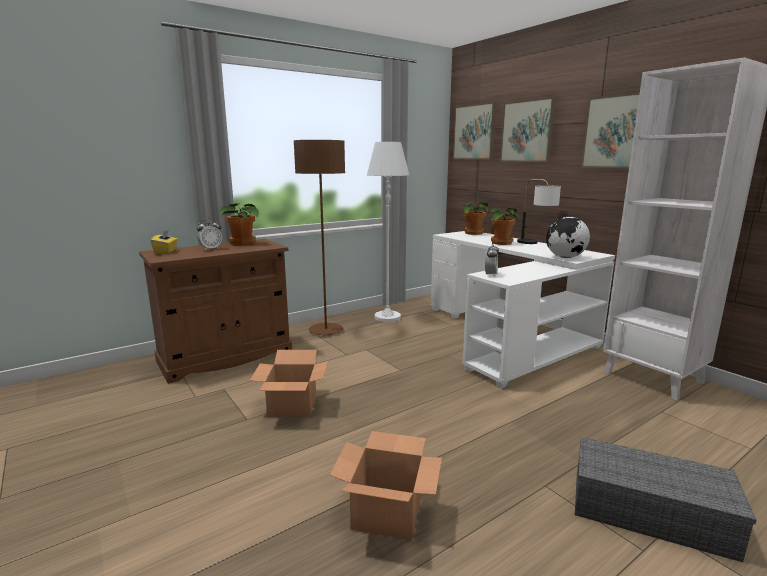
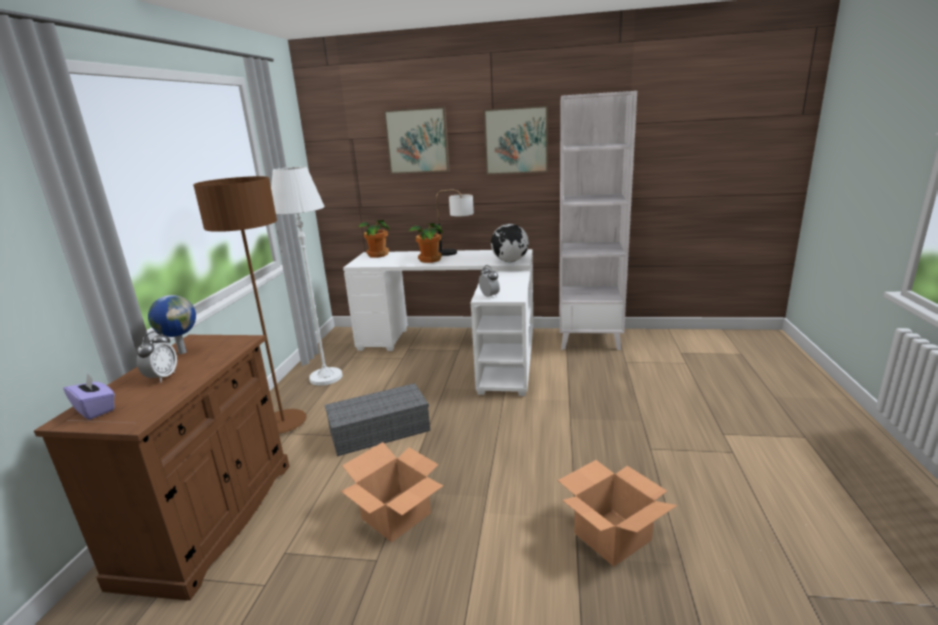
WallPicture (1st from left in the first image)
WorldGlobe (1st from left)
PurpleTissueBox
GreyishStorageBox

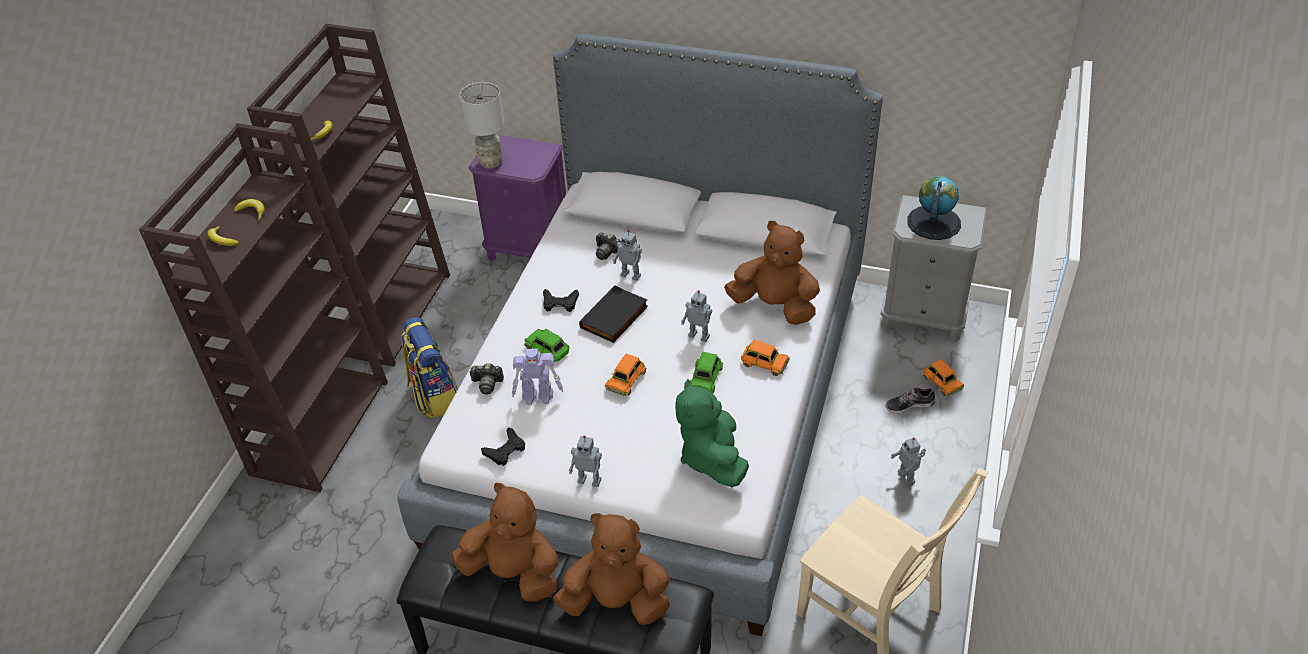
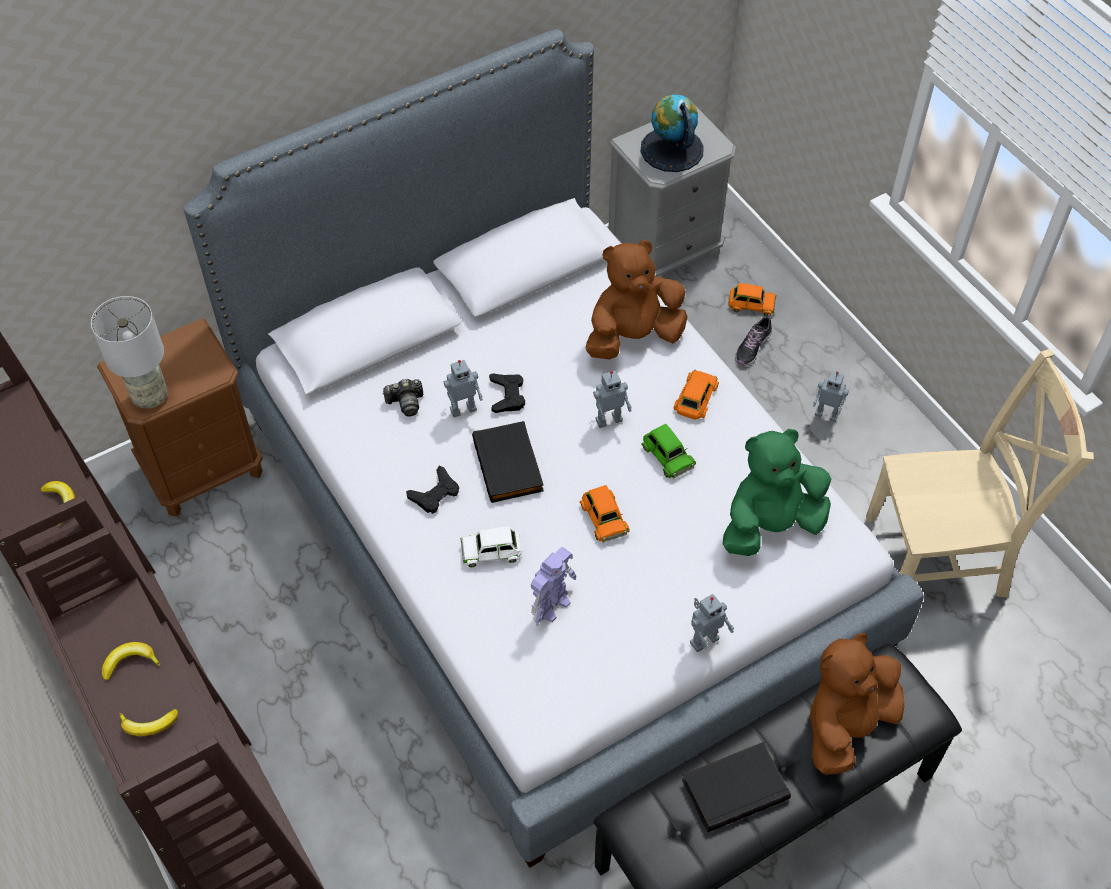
BrownNightstand
Knapsack
WhitishMiniatureCar
OrangeMiniatureCar (2nd from left)
PhotoCamera (1st from left in the first image)
GreenPlushToy
BlackGameController (2nd from left)
BlackVolume (2nd from left)

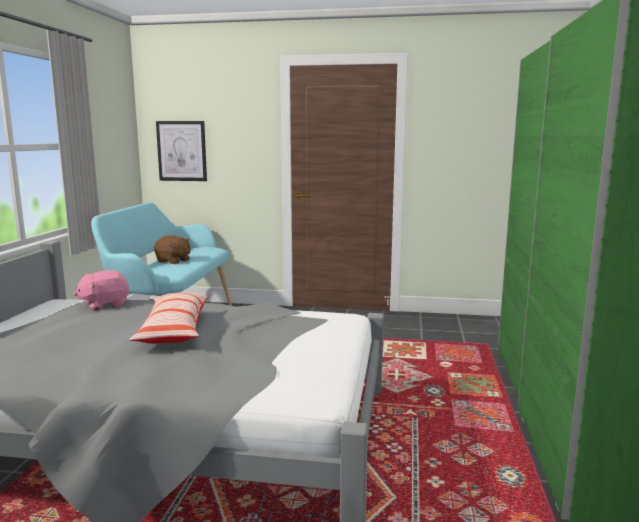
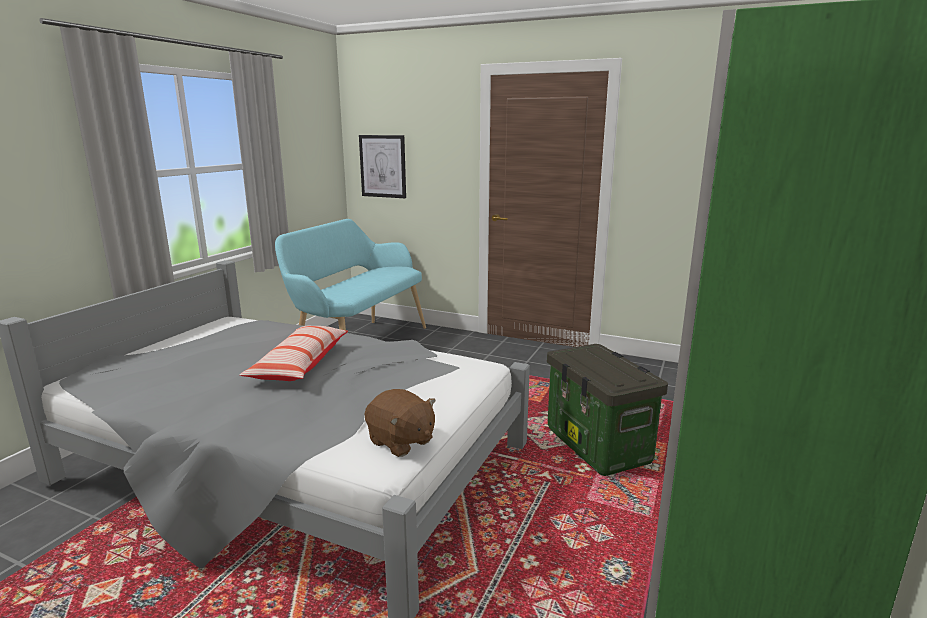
BrownPlushToy
PinkPlushToy
StorageBox

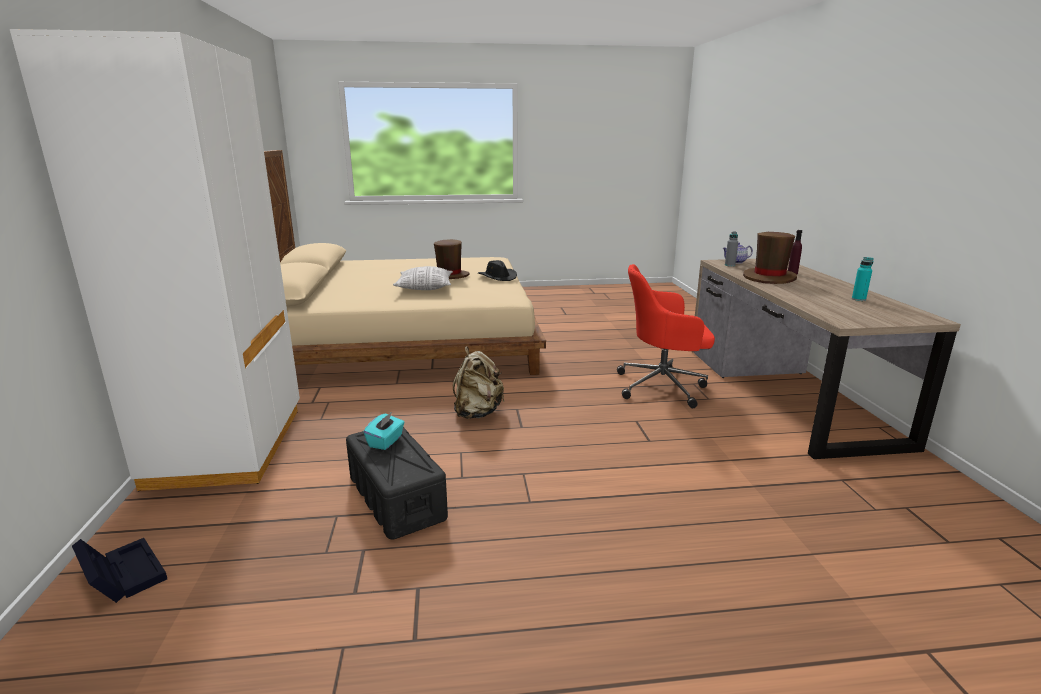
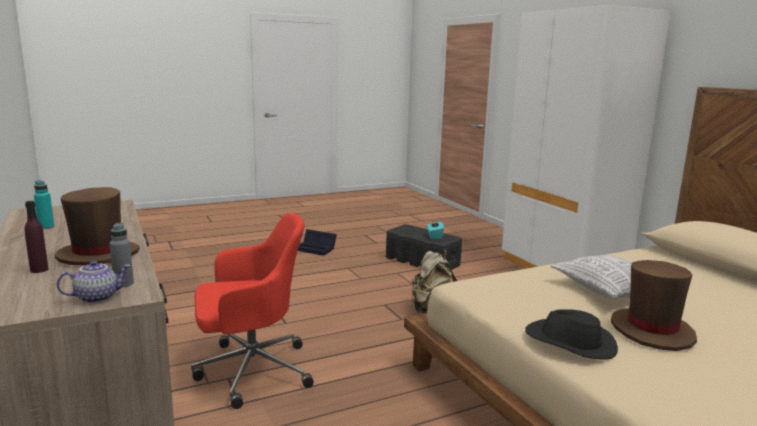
BlackStorageBox (1st from left)

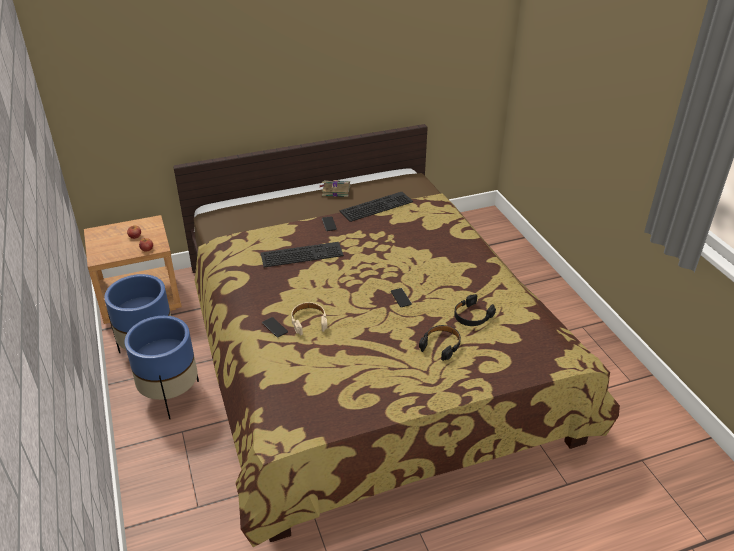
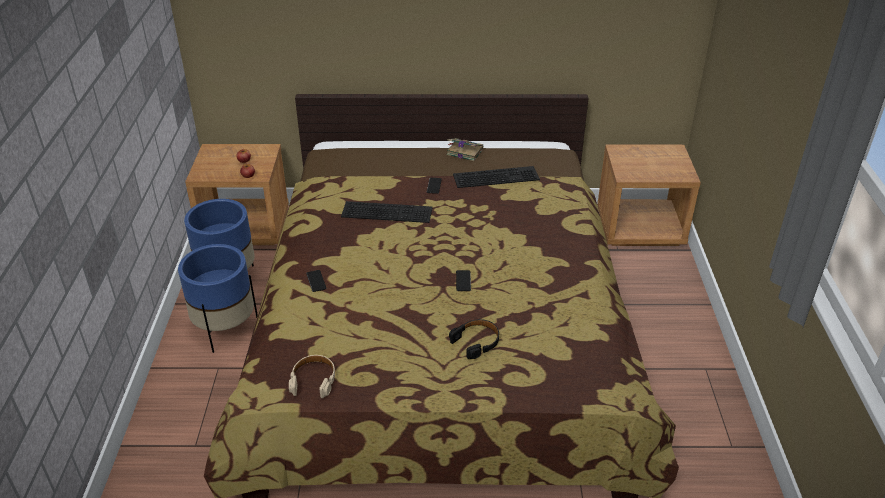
BlackPairOfHeadphones (2nd from left in the first image)
BeigePairOfHeadphones
BrownNightstand (2nd from left)

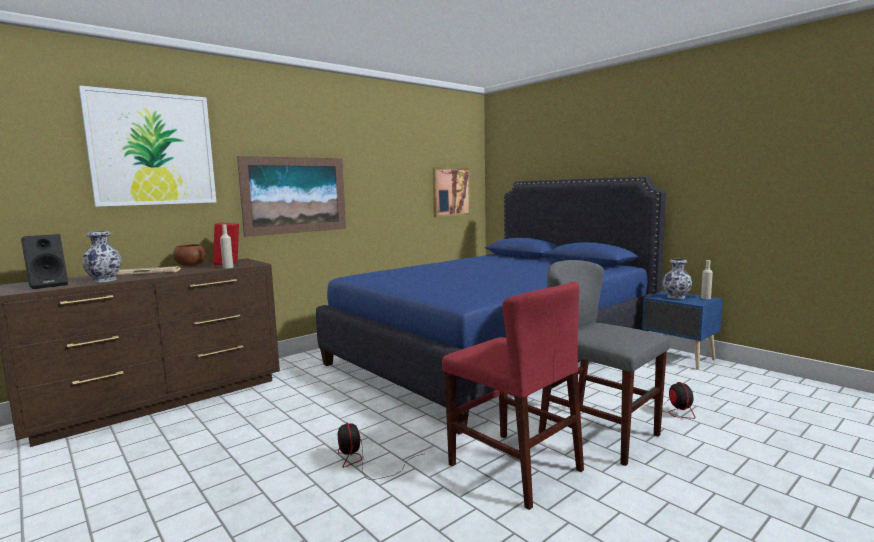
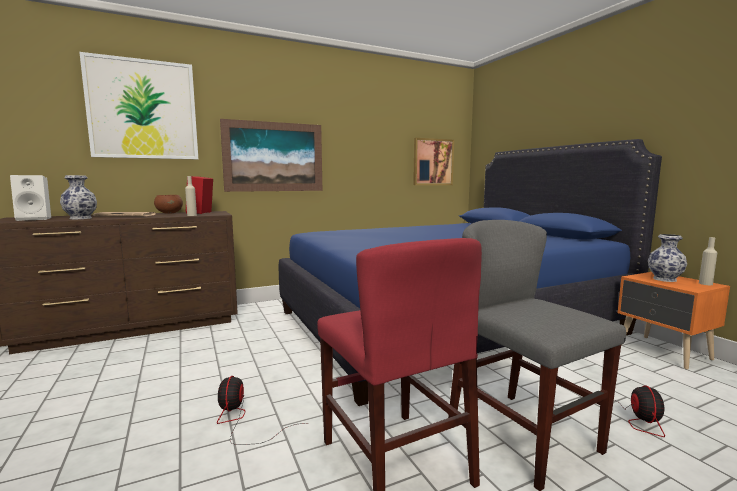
WhitishAudioSpeaker
OrangeNightstand

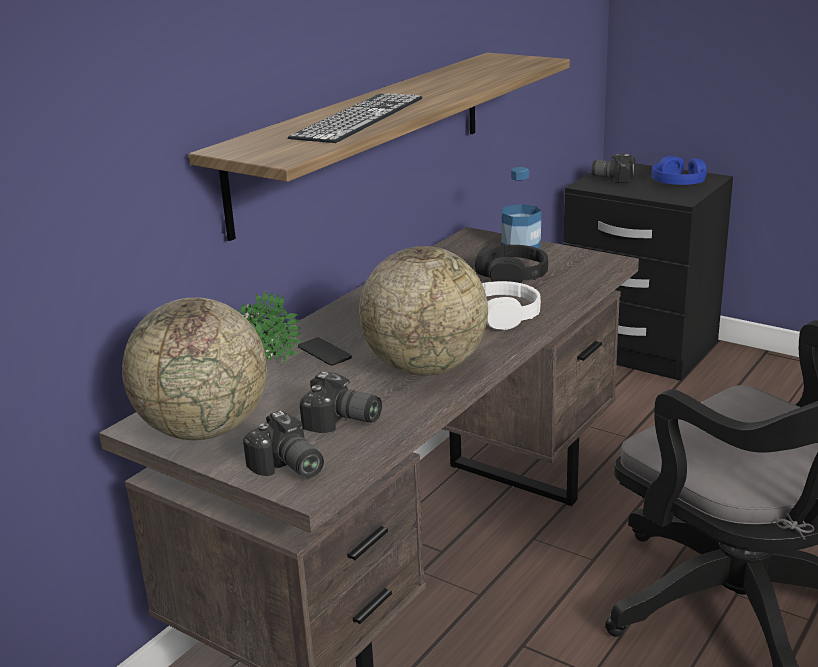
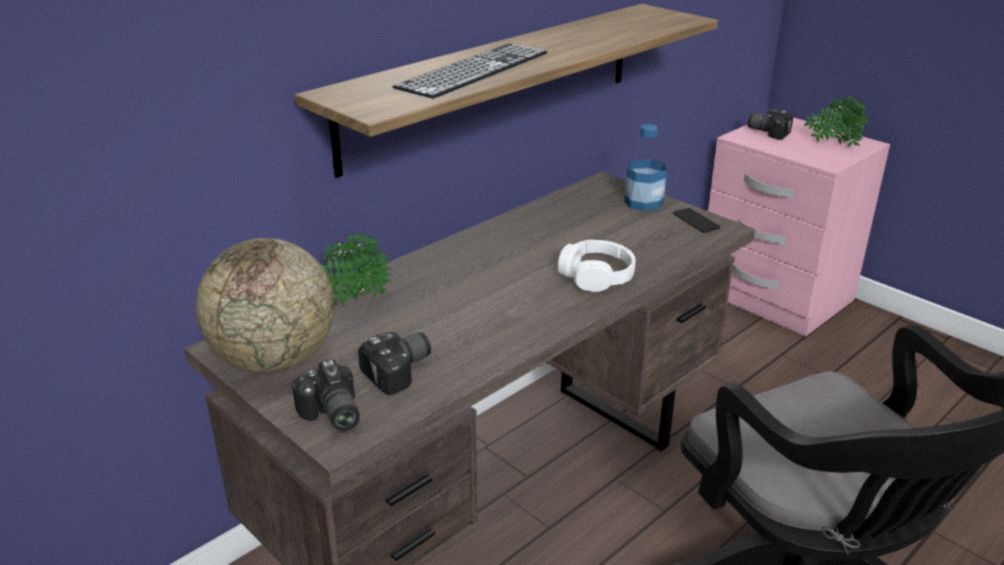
PottedPlant (2nd from left)
PinkNightstand
BlackPairOfHeadphones
WorldGlobe (2nd from left in the first image)
Telephone
PhotoCamera (2nd from left)

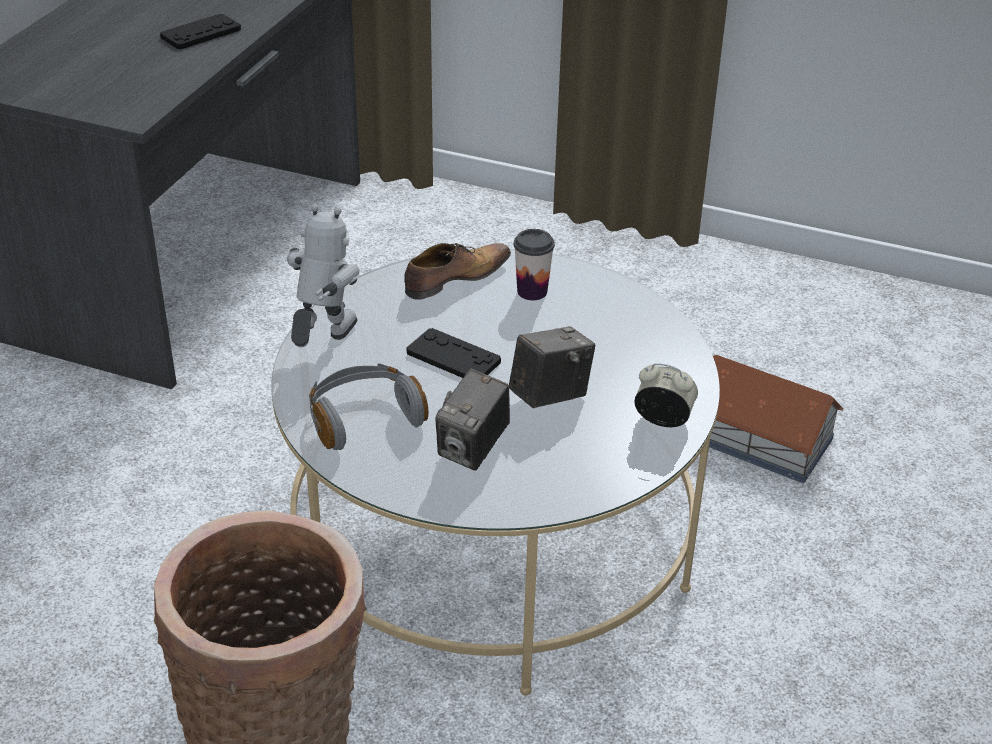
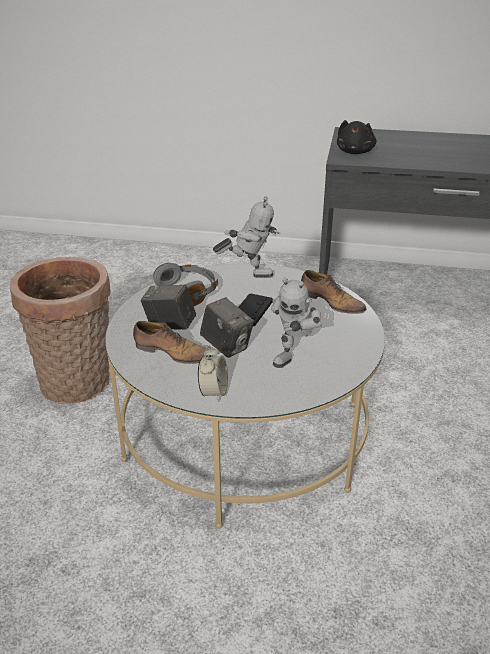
BlackGameController (1st from left in the first image)
Cup
ModelHouse
BlackPlushToy
ToyRobot (2nd from left)
Shoe (1st from left)

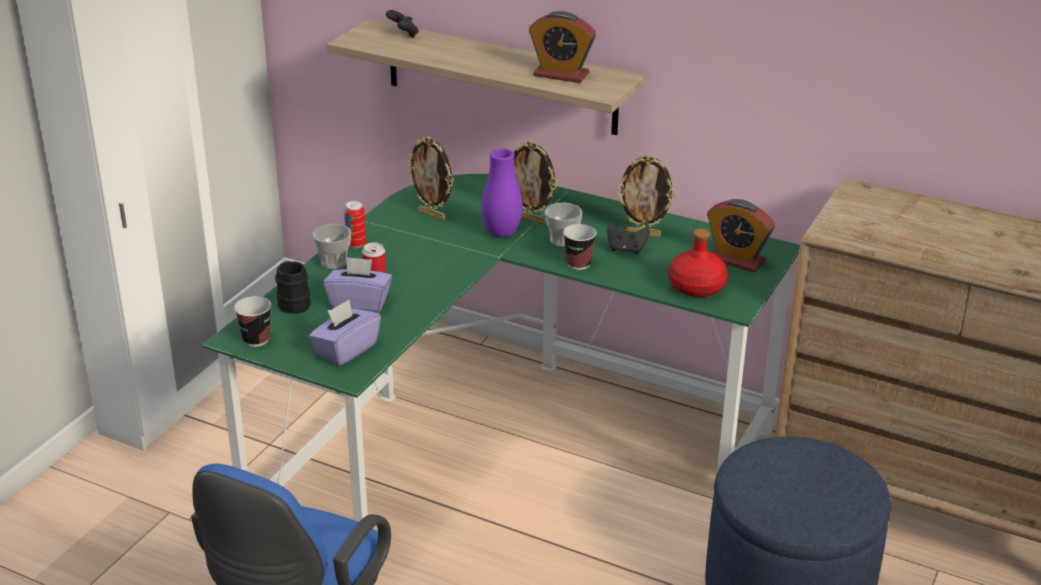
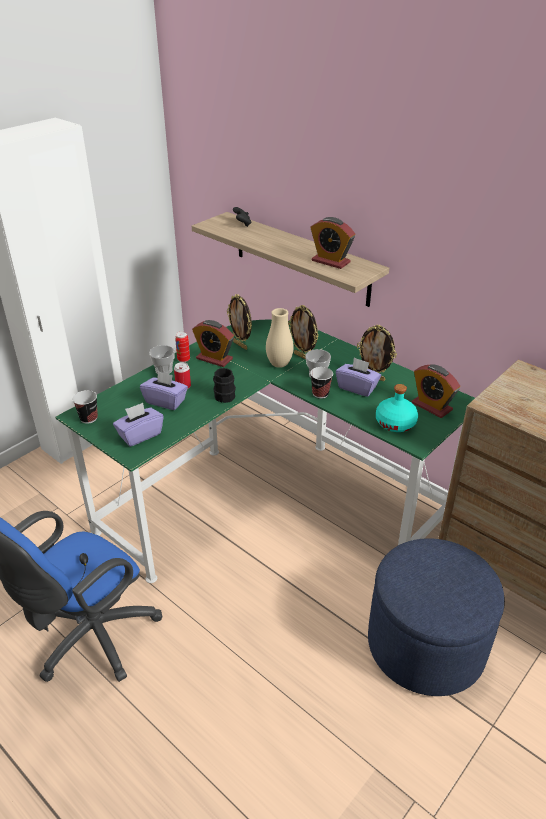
BeigeFlowerVase
PurpleTissueBox (3rd from left)
TurquoiseBeverageBottle
BlackCoffeeMug
BedsideClock (1st from left)

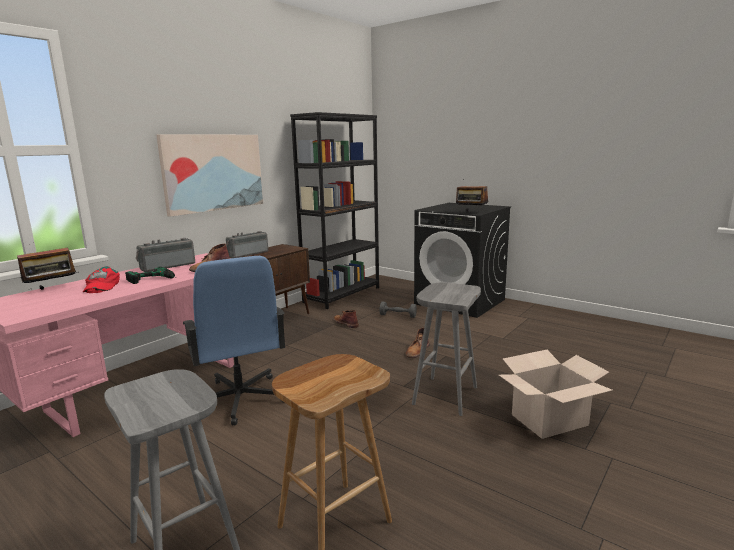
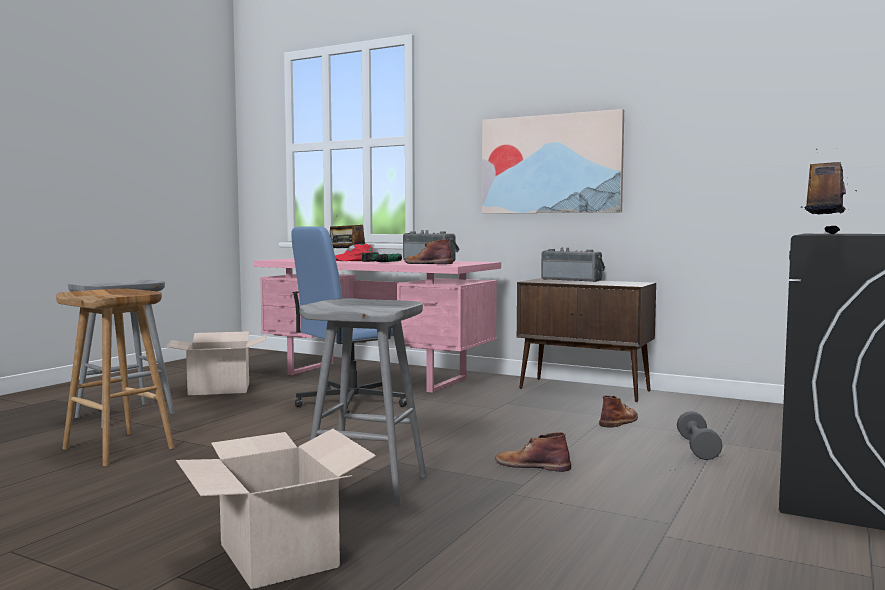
BlackBookshelf
PackingBox (1st from left)

